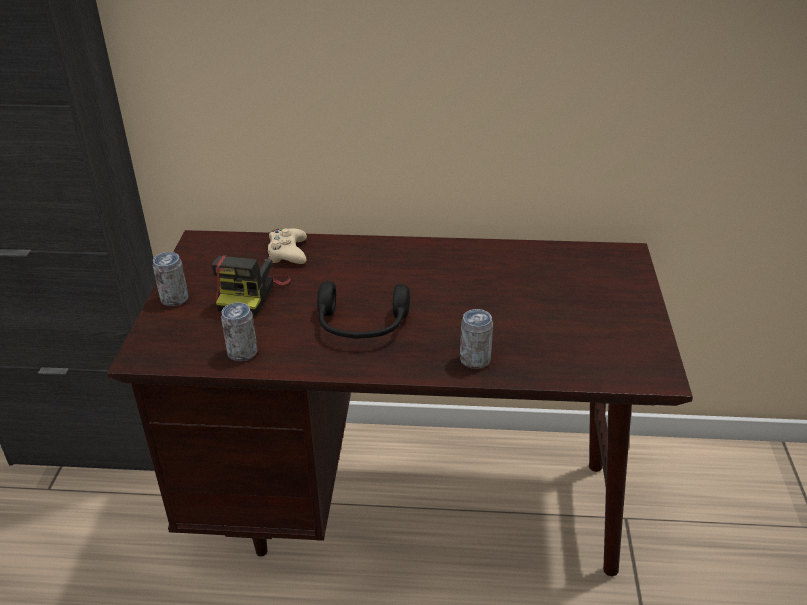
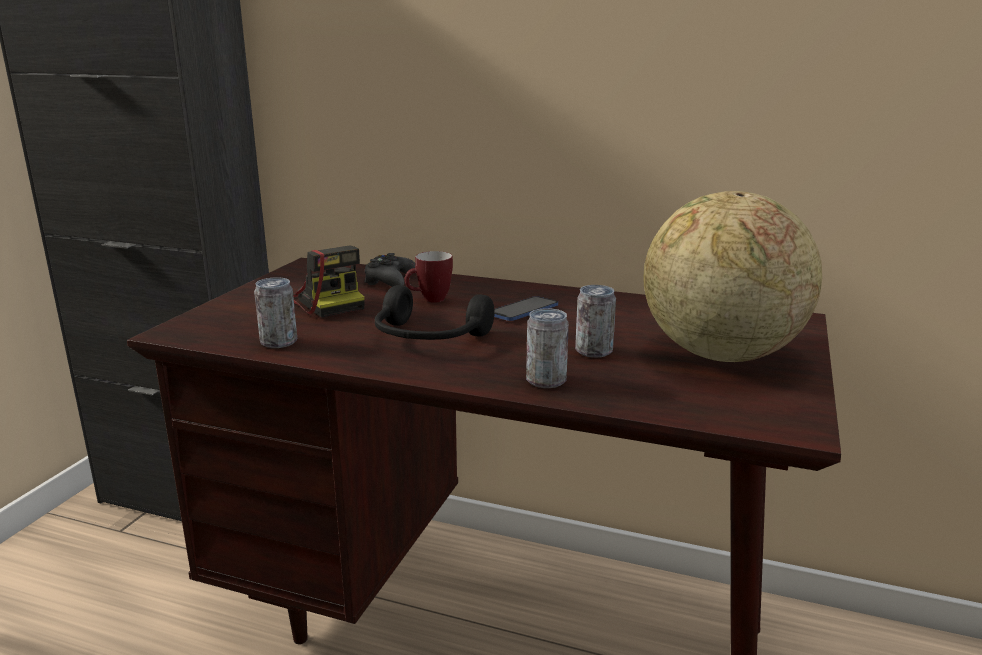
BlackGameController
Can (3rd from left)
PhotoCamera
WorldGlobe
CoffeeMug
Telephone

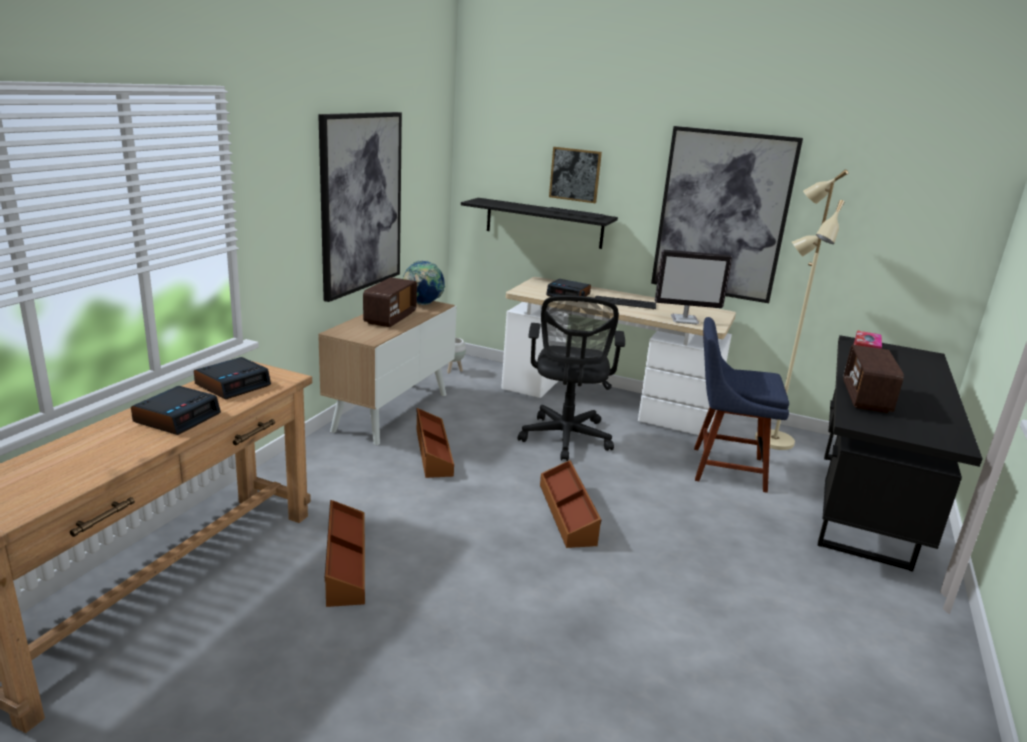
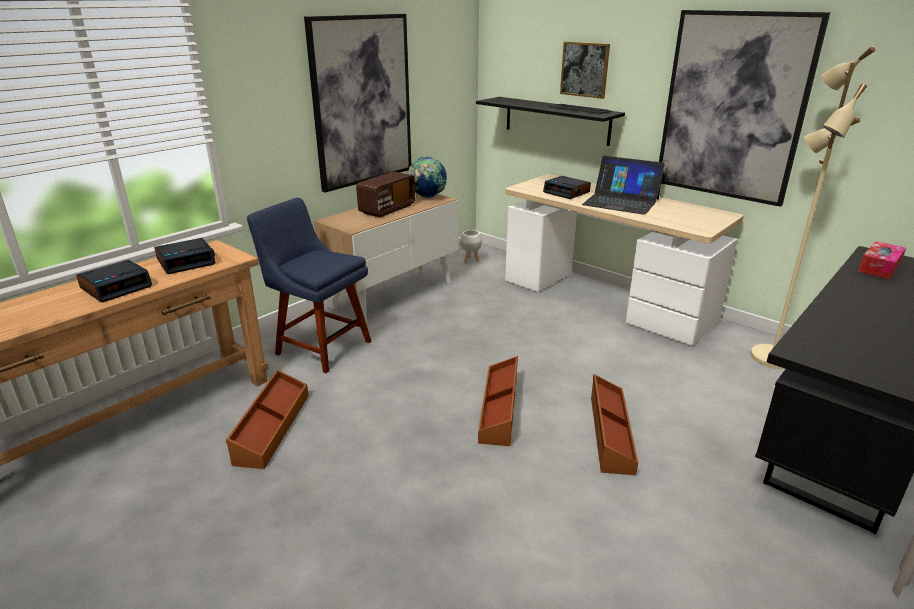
ComputerDisplay
BlackOfficeChair
Laptop
BluishPlainChair
RadioSet (2nd from left in the first image)
BrownStorageBox (3rd from left)

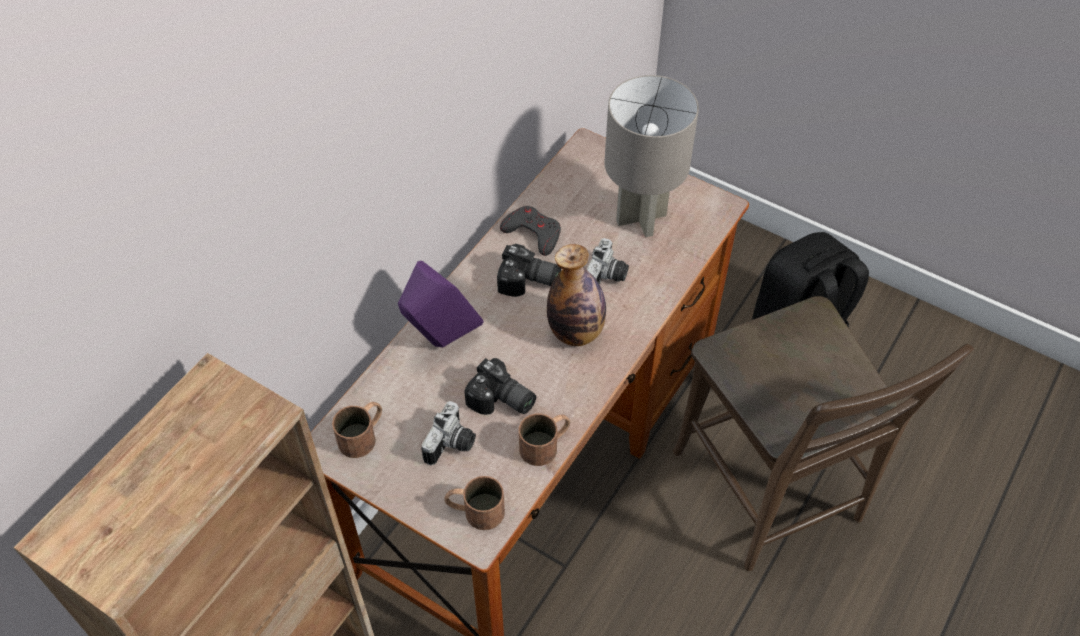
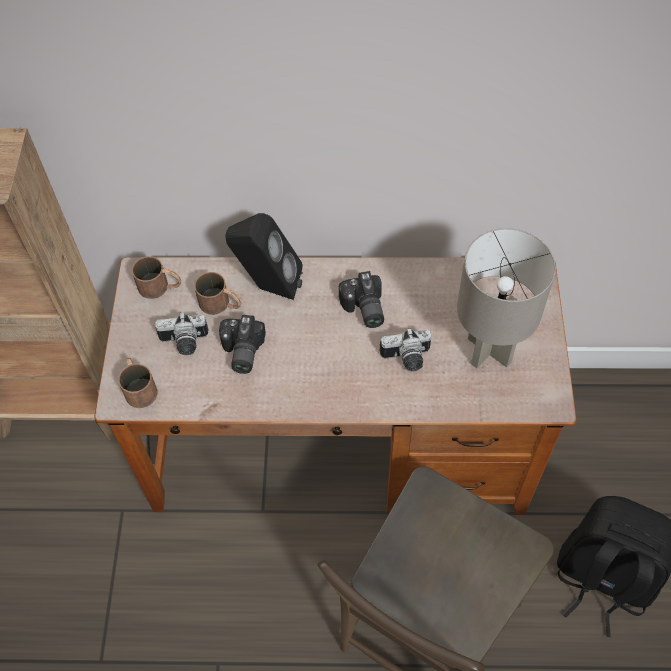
GreyishGameController
BeverageBottle
BlackAudioSpeaker
BrownCoffeeMug (3rd from left)

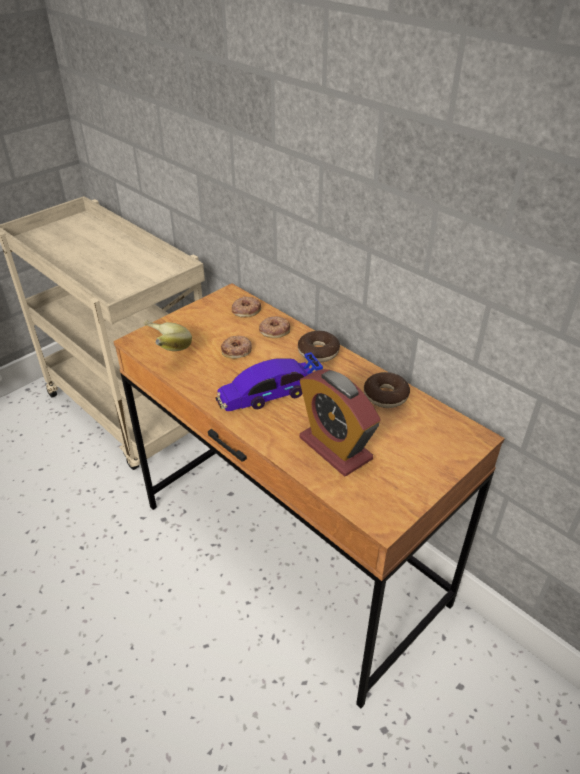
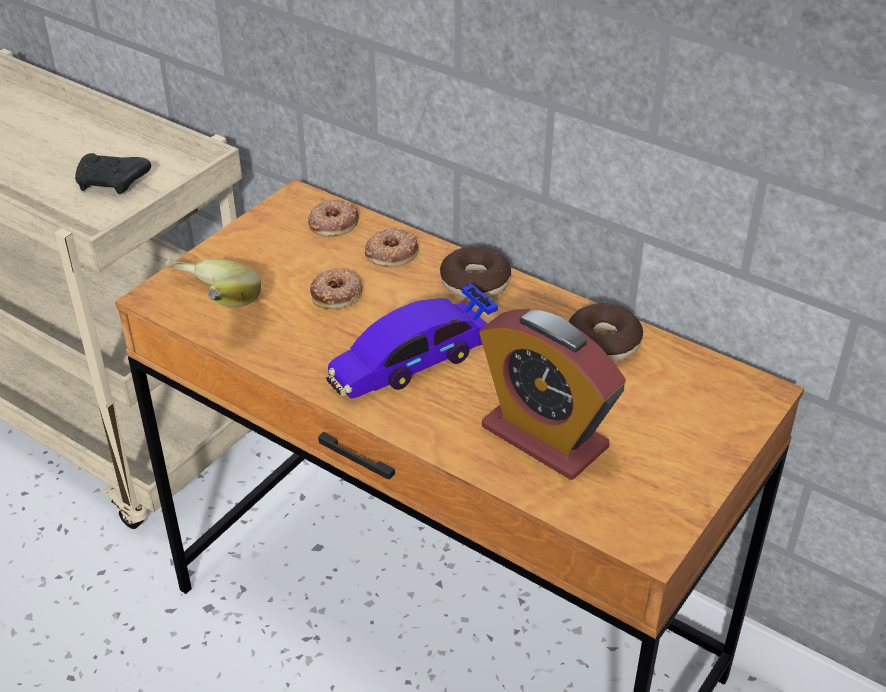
BlackGameController

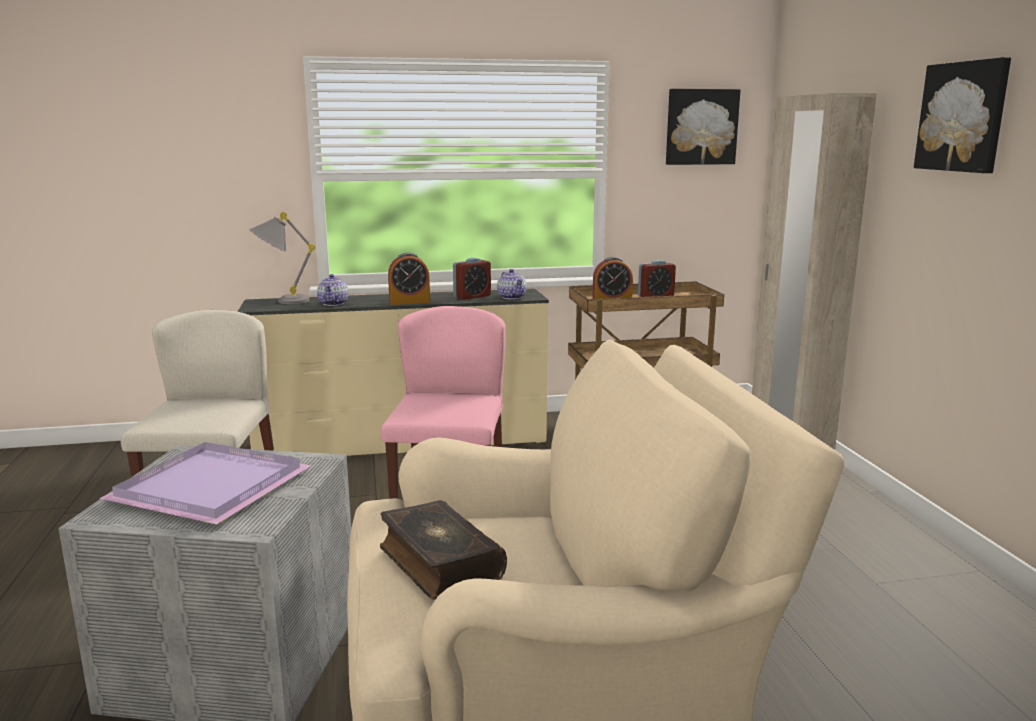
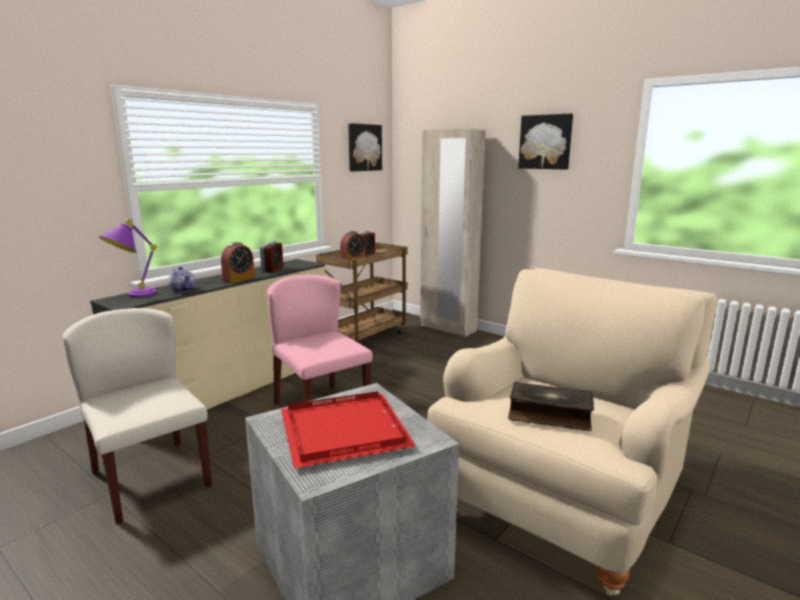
PurpleTabletopLamp
Teapot (2nd from left in the first image)
RedColouredServingTray

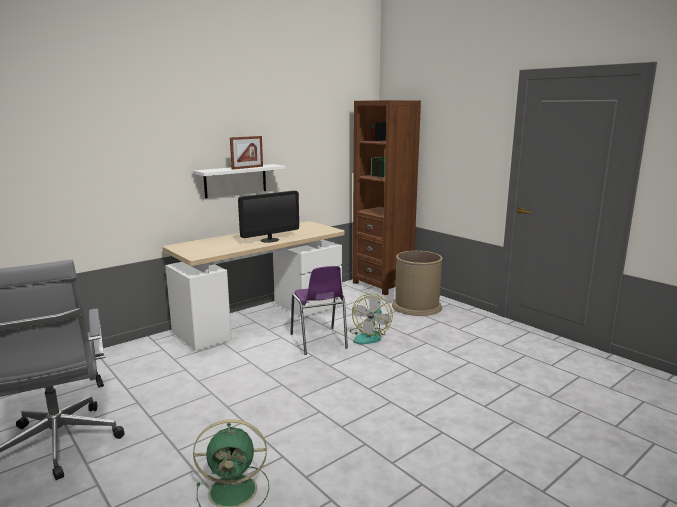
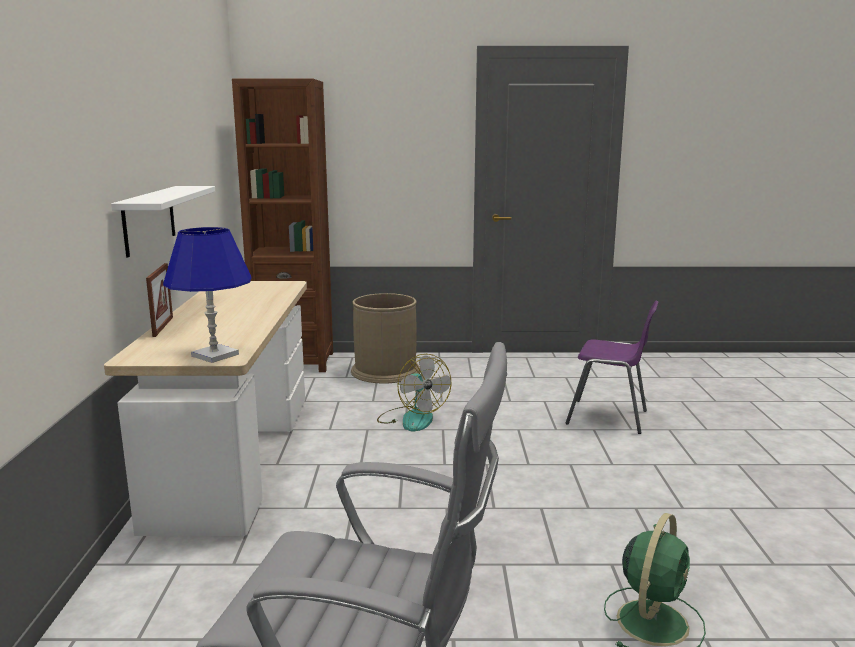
PictureFrame
ComputerDisplay
PurplePlainChair
BluishTabletopLamp

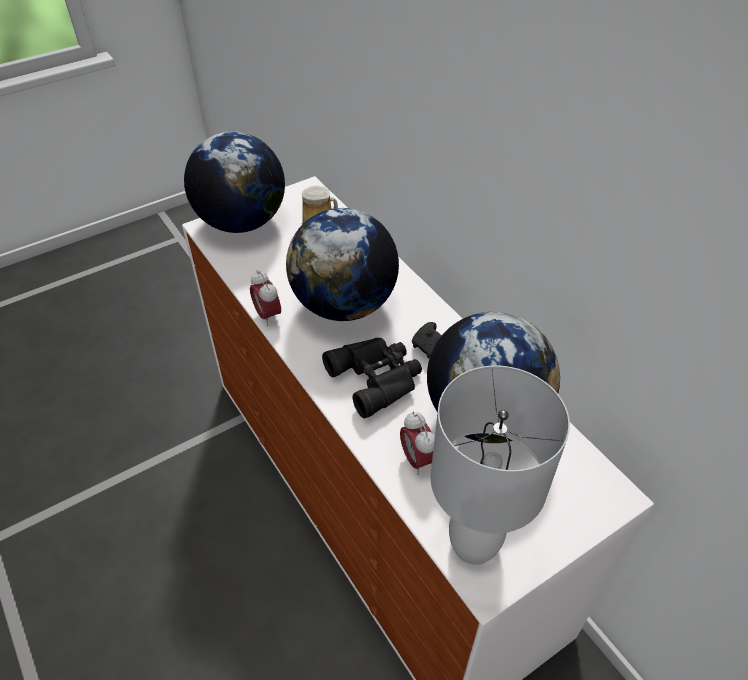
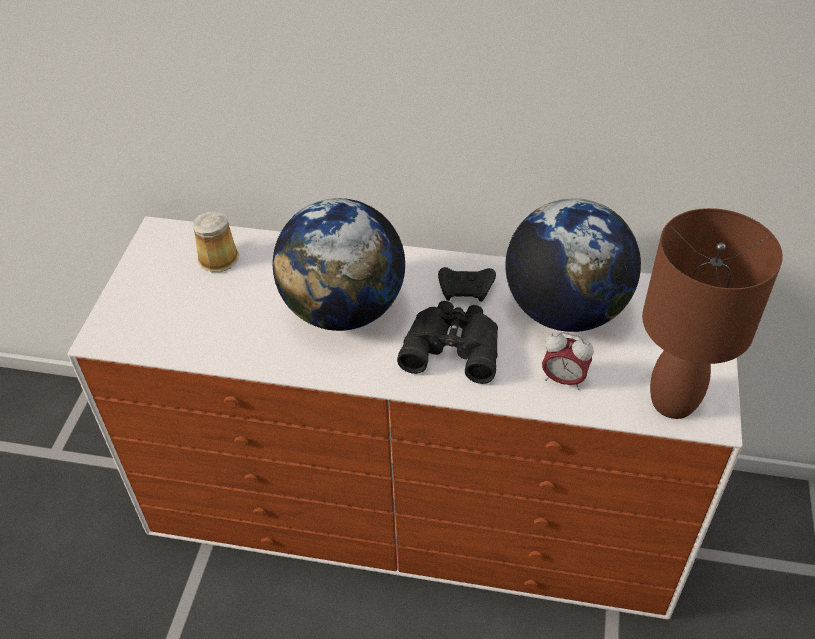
WorldGlobe (1st from left in the first image)
BedsideClock (1st from left in the first image)
BrownTabletopLamp

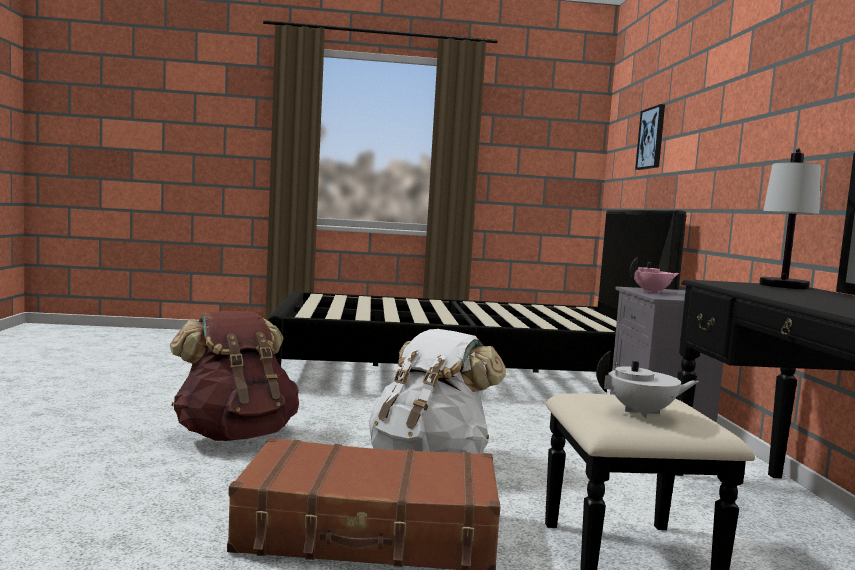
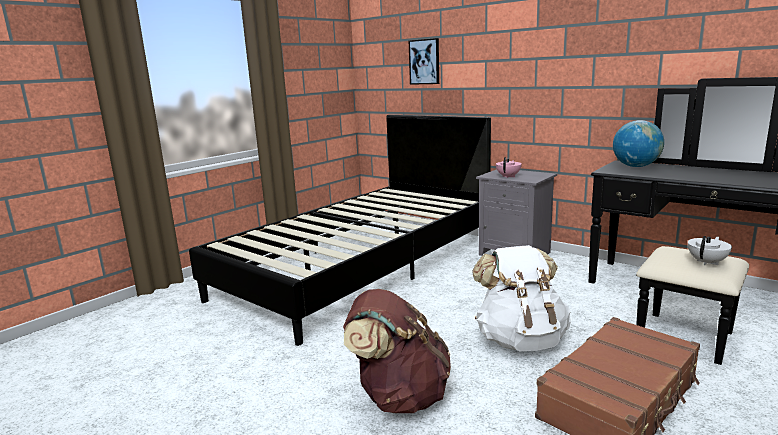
WorldGlobe

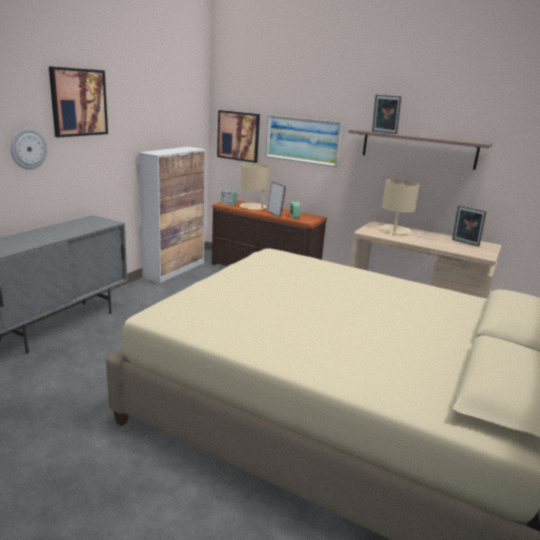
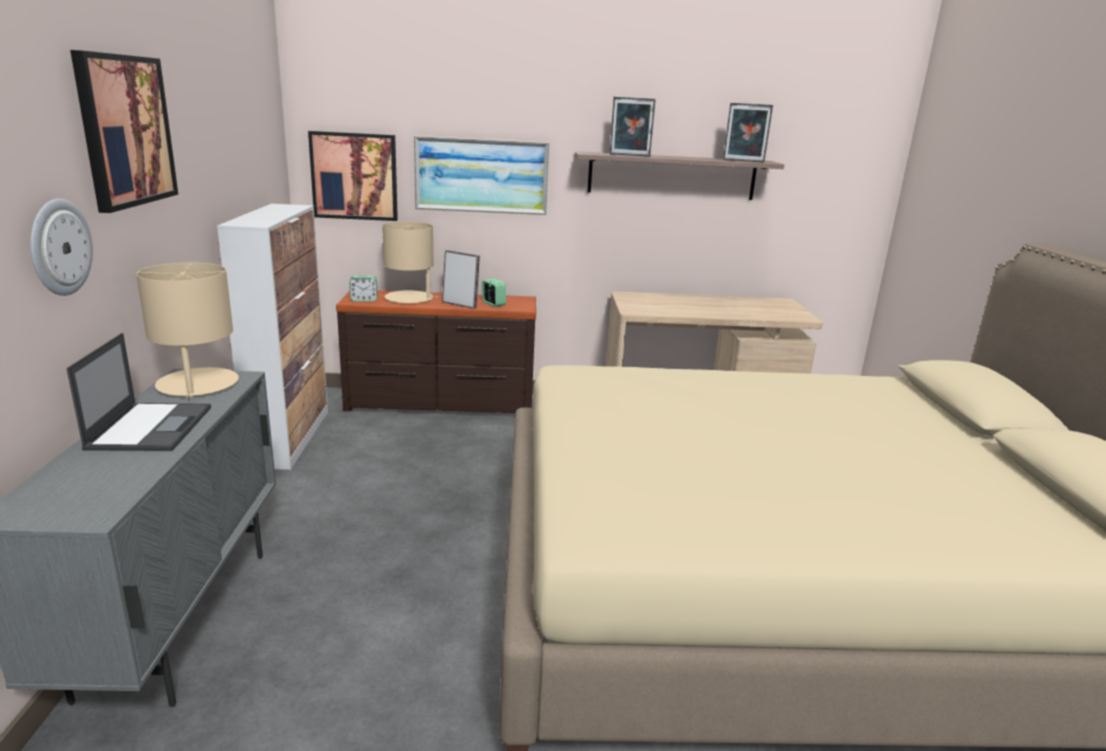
BeigeTabletopLamp (1st from left)
PictureFrame (3rd from left)
Laptop

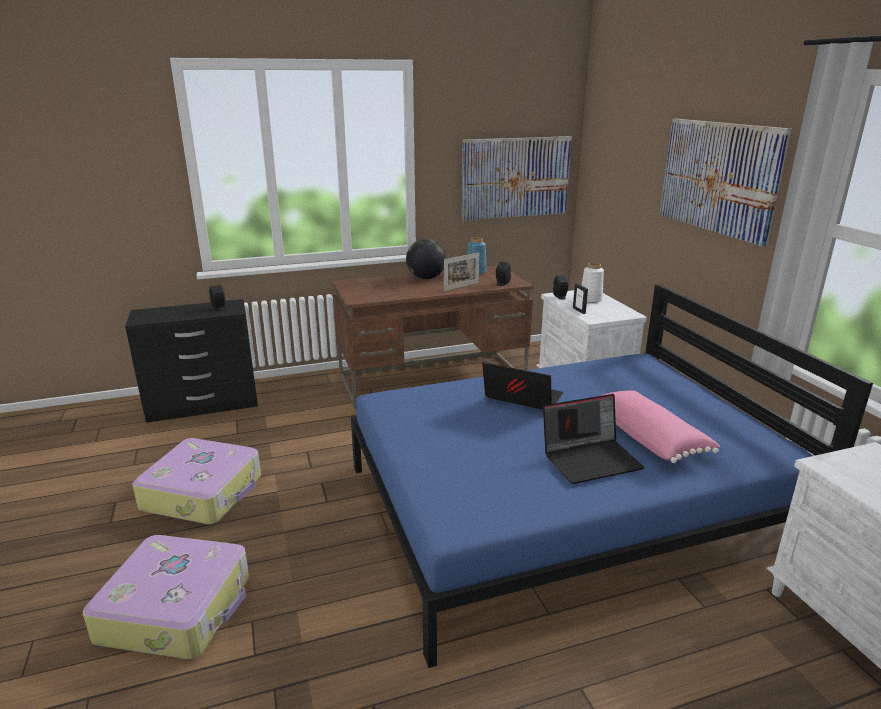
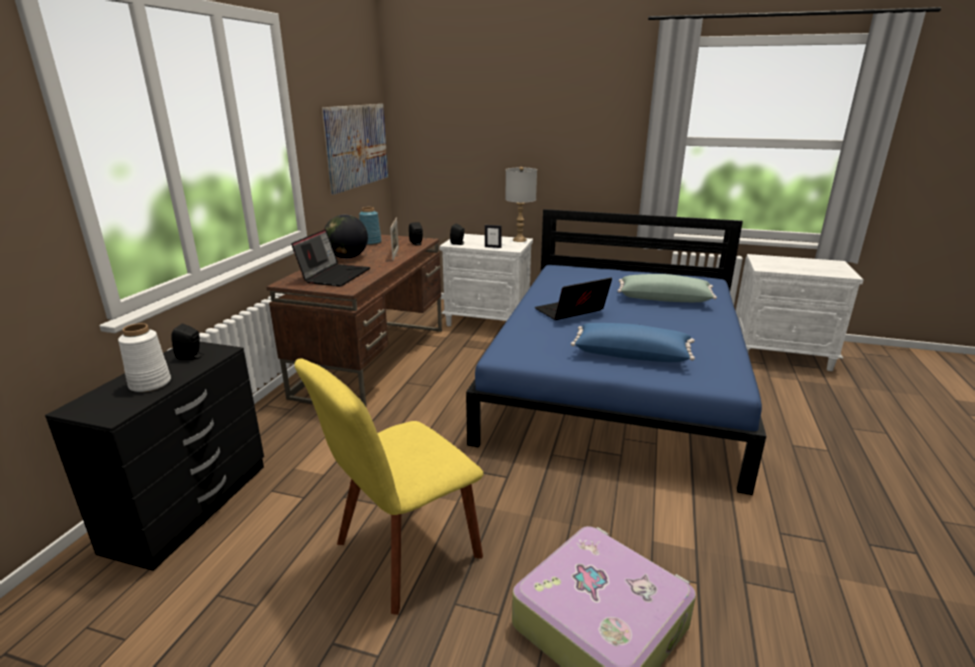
WallPicture (2nd from left in the first image)
WhitishFlowerVase
GreenPillow
Laptop (1st from left)
YellowPlainChair
GreyishTabletopLamp
BluishPillow

